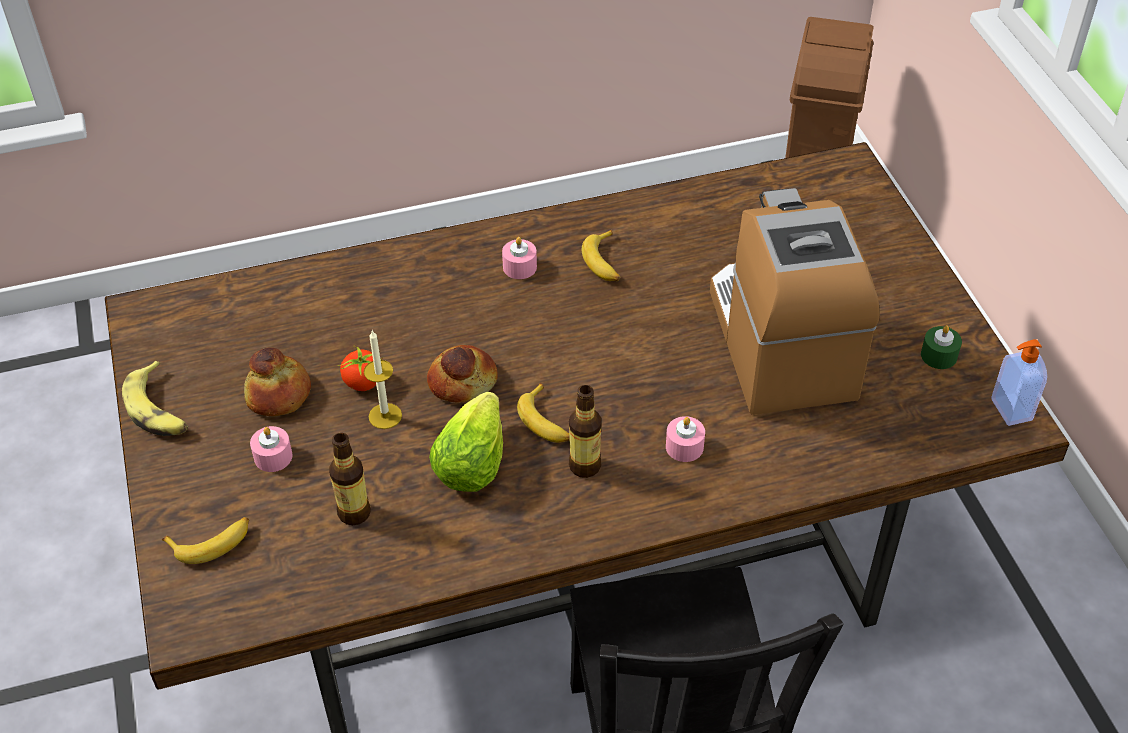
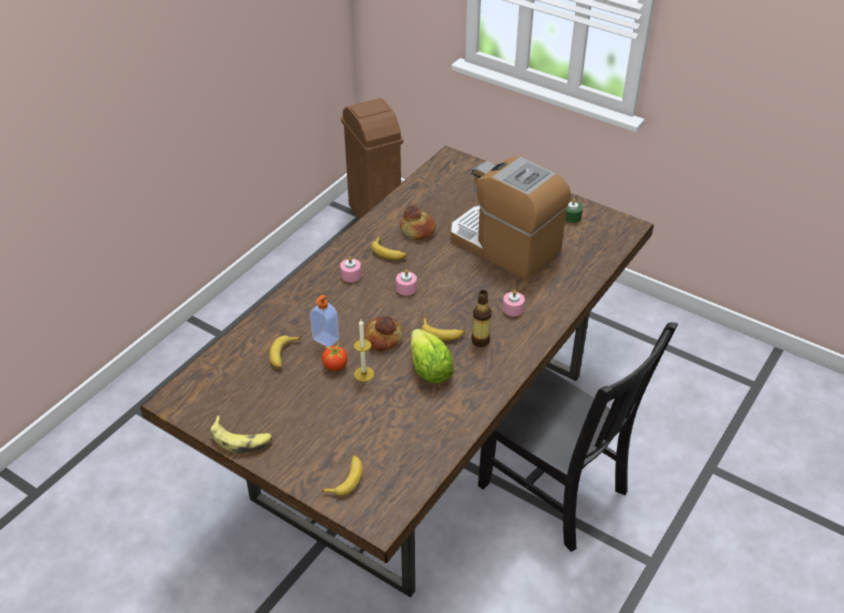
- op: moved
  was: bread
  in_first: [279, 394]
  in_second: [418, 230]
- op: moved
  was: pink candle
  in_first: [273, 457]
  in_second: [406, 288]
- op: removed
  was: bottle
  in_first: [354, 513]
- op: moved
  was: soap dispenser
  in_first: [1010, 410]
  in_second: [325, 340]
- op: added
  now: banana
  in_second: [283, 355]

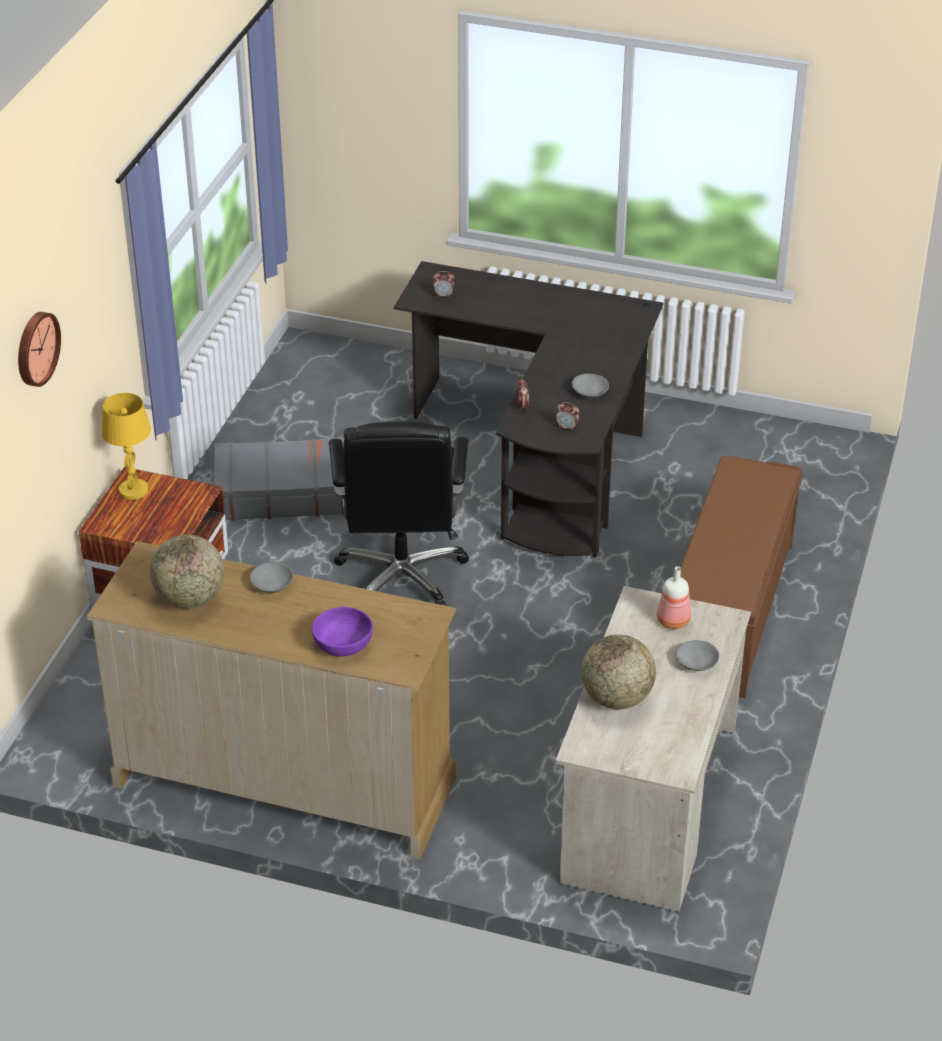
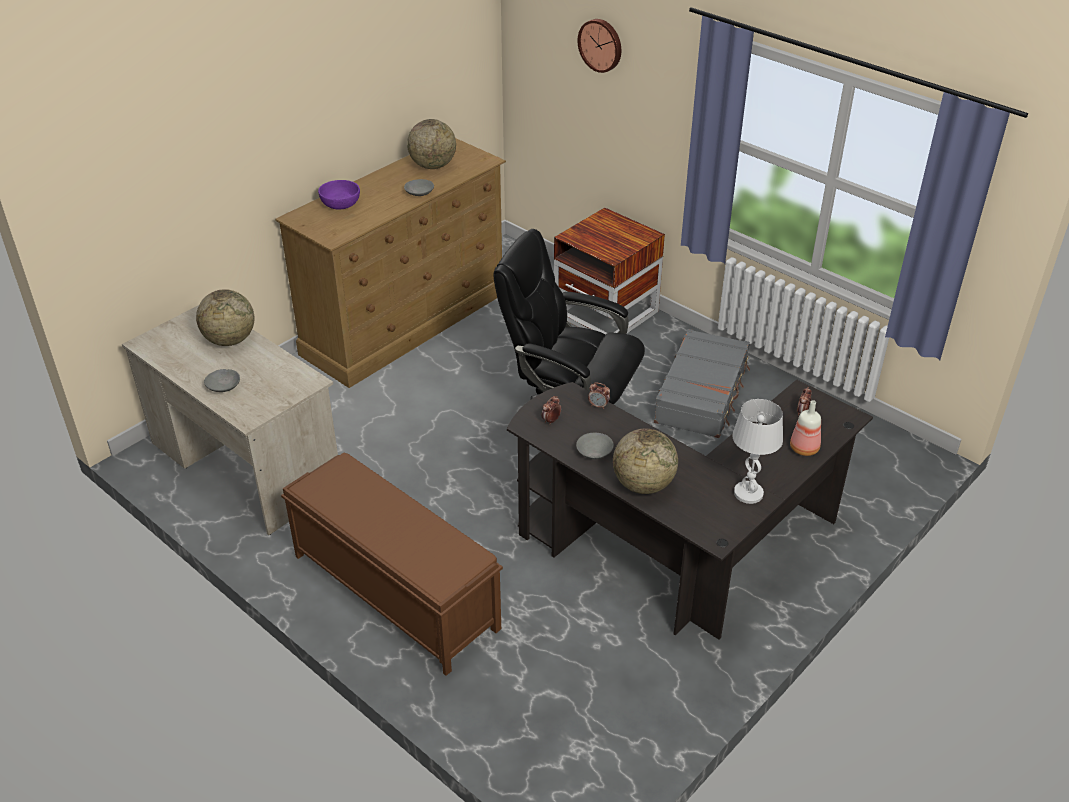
- op: removed
  was: yellow table lamp
  in_first: [133, 490]
- op: moved
  was: bottle
  in_first: [672, 621]
  in_second: [804, 448]
- op: added
  now: globe
  in_second: [643, 484]
- op: added
  now: white table lamp
  in_second: [748, 493]

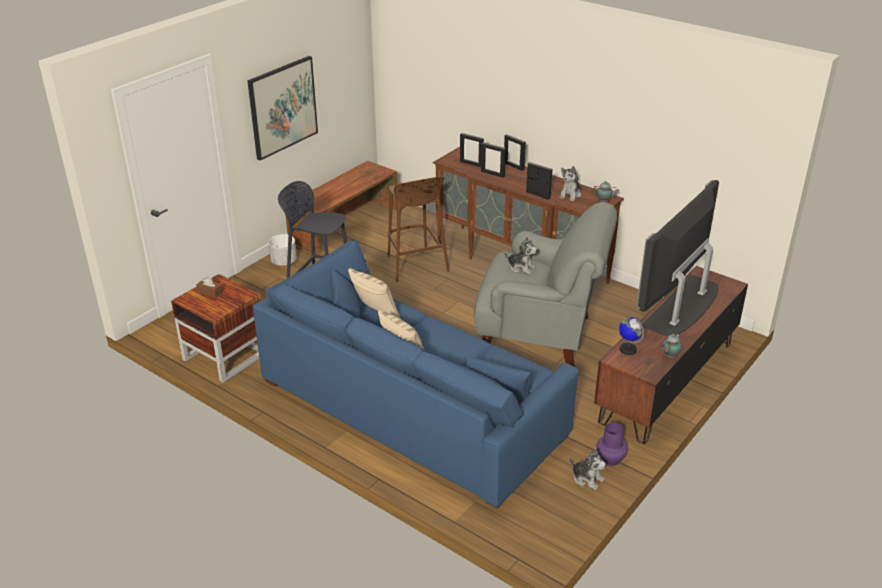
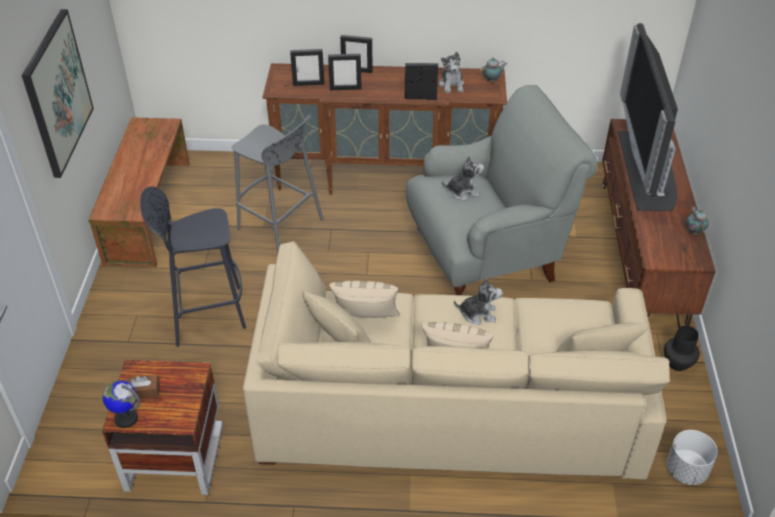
- op: recoloured
  was: blue sofa
  now: beige sofa
  in_first: [412, 407]
  in_second: [448, 407]
- op: moved
  was: white planter
  in_first: [283, 262]
  in_second: [686, 470]
- op: recoloured
  was: brown stool
  now: grey stool
  in_first: [415, 265]
  in_second: [279, 228]
- op: moved
  was: plush toy
  in_first: [587, 478]
  in_second: [478, 314]
- op: recoloured
  was: purple vase
  now: black vase
  in_first: [610, 459]
  in_second: [678, 363]
- op: moved
  was: globe
  in_first: [628, 349]
  in_second: [126, 418]

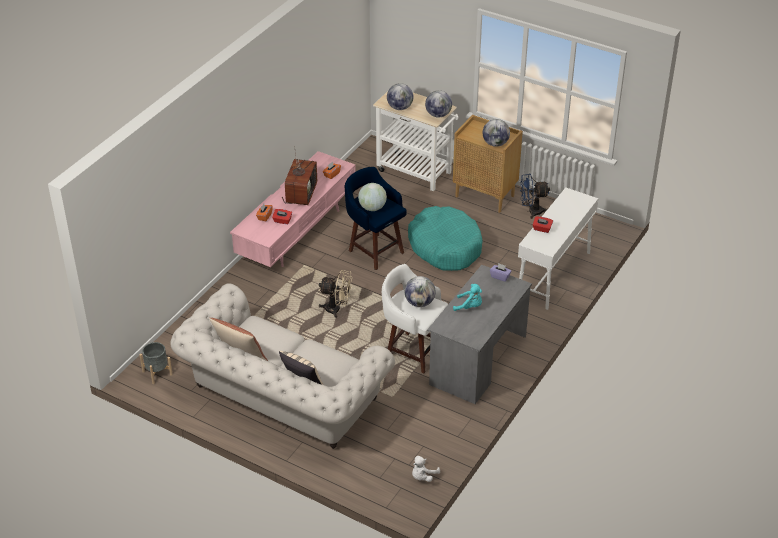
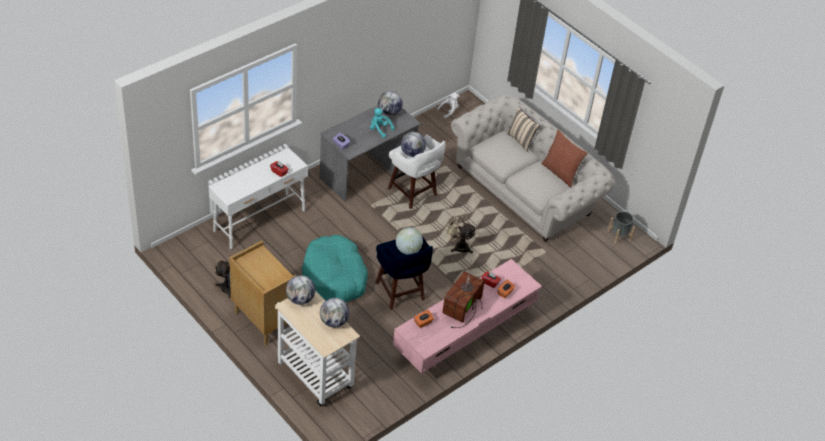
- op: moved
  was: globe
  in_first: [495, 144]
  in_second: [389, 112]

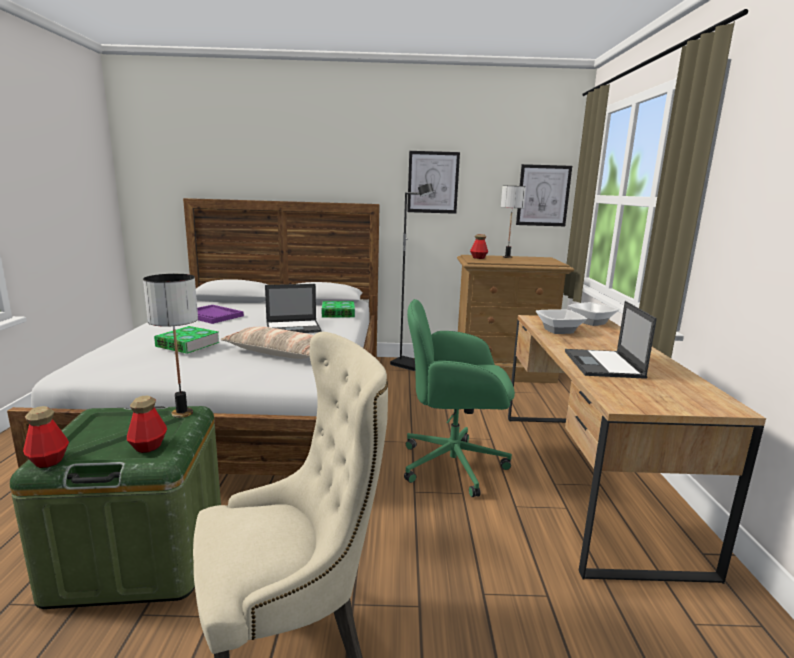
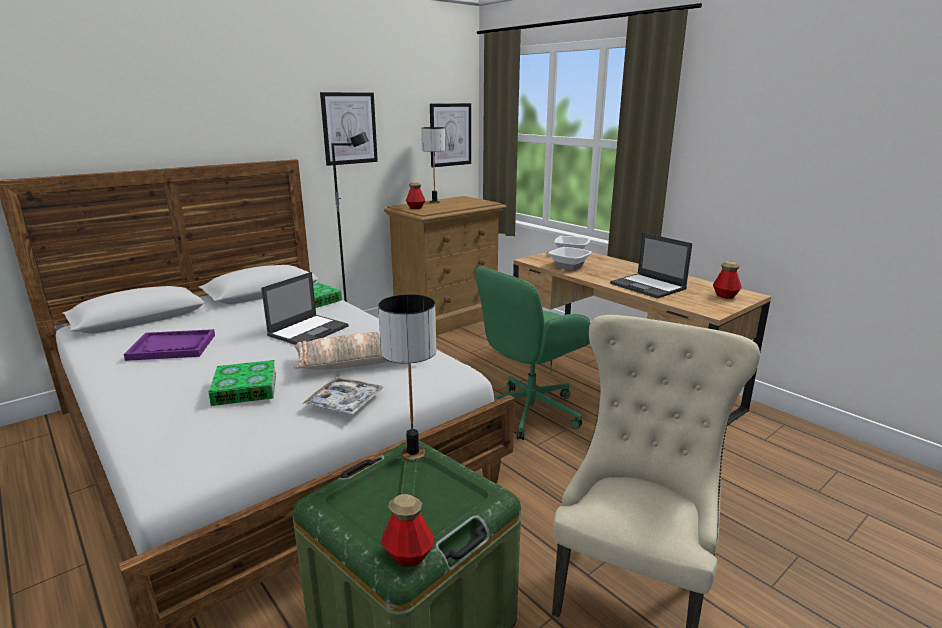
- op: moved
  was: bottle
  in_first: [148, 446]
  in_second: [725, 296]
- op: added
  now: tray
  in_second: [344, 402]

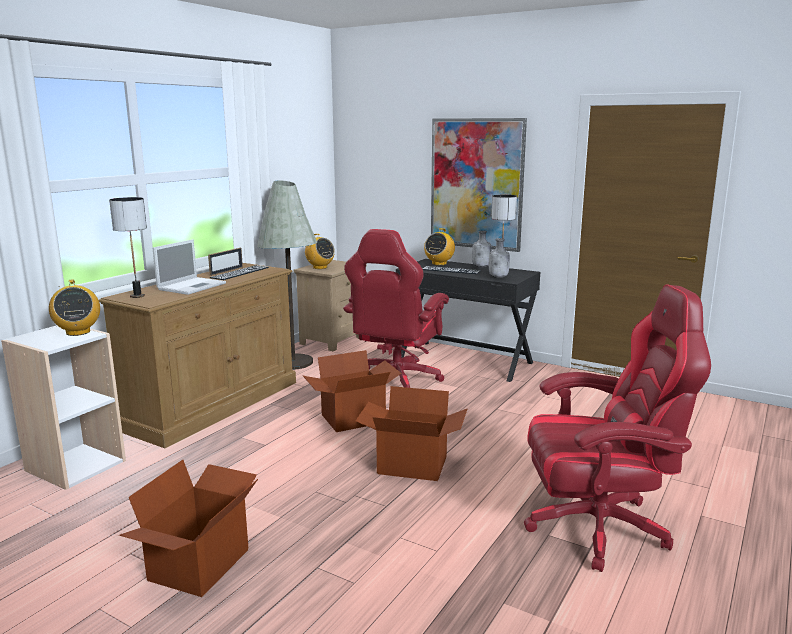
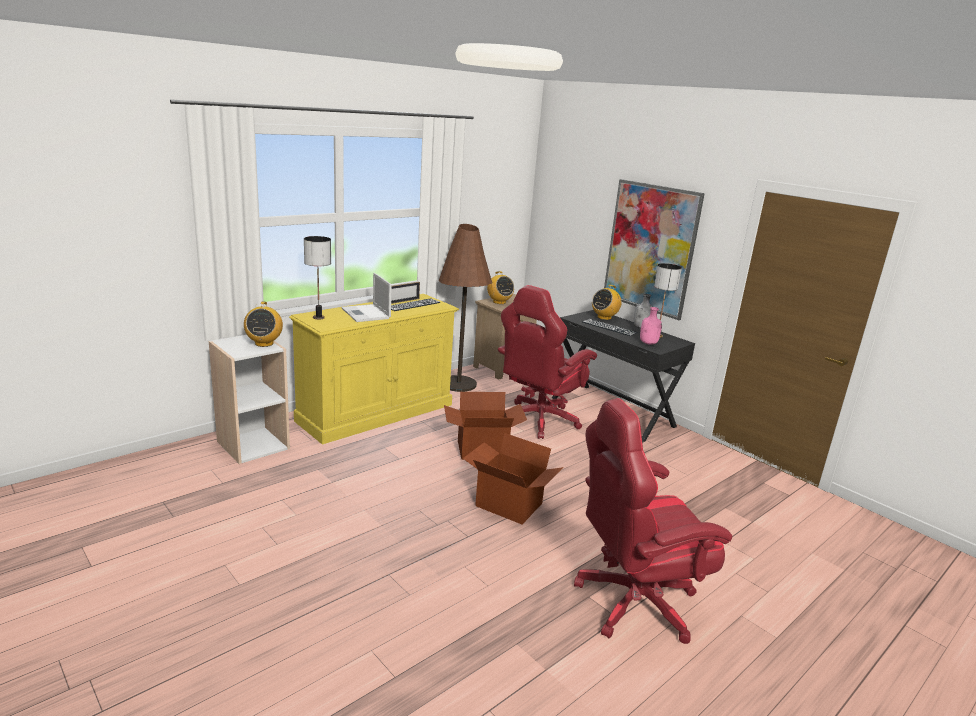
- op: recoloured
  was: brown cabinet
  now: yellow cabinet
  in_first: [215, 404]
  in_second: [377, 412]
- op: removed
  was: cardboard box
  in_first: [201, 565]
- op: turned
  was: laptop
  in_first: [192, 286]
  in_second: [366, 314]
  clockwise: 105
- op: recoloured
  was: grey floor lamp
  now: brown floor lamp
  in_first: [293, 362]
  in_second: [458, 384]
- op: recoloured
  was: grey bottle
  now: pink bottle
  in_first: [498, 277]
  in_second: [648, 343]
- op: turned
  was: red office chair
  in_first: [597, 527]
  in_second: [636, 601]
  clockwise: 150

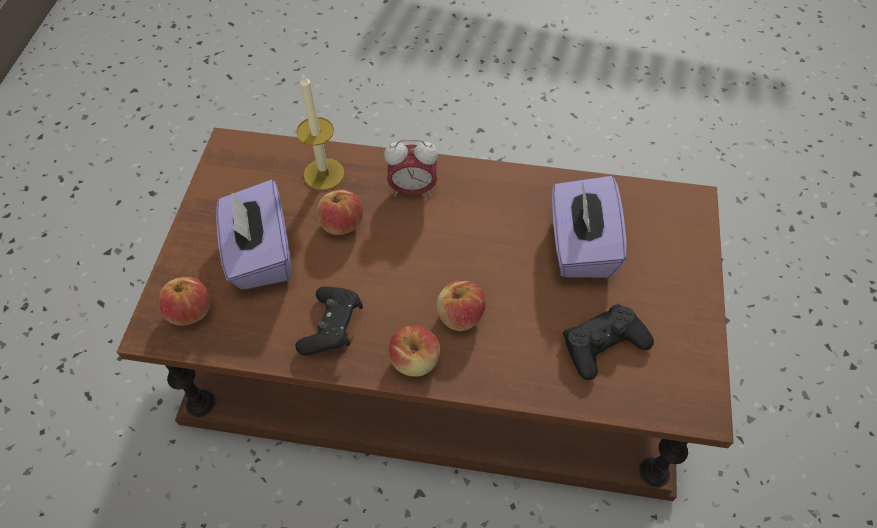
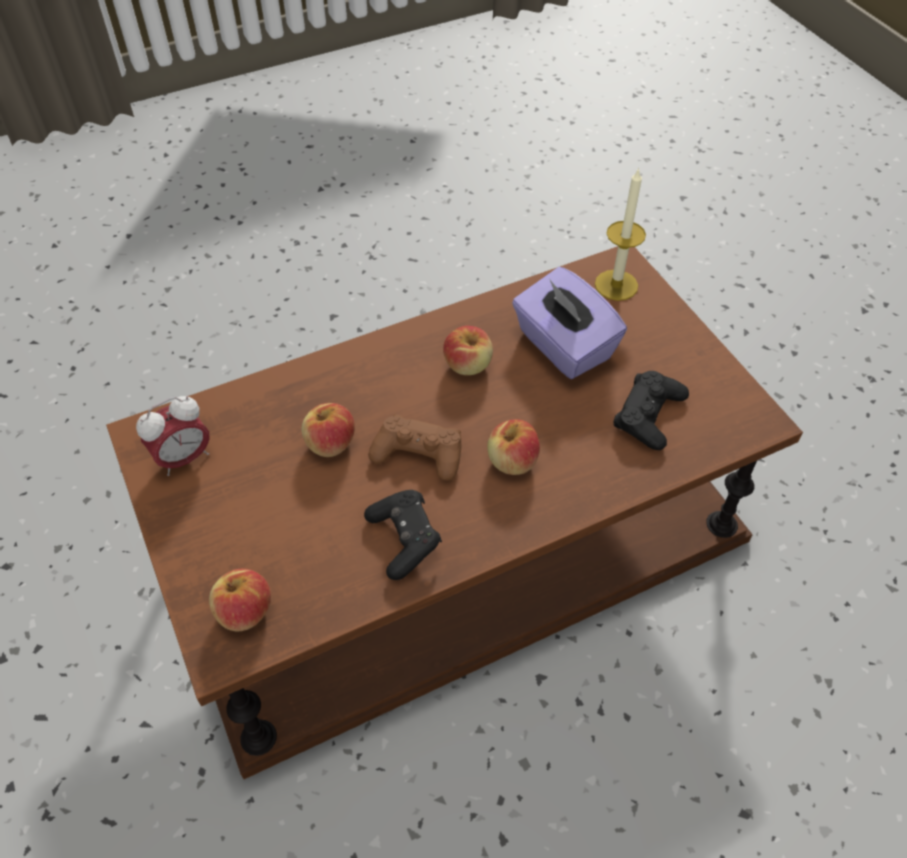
- op: removed
  was: purple tissue box
  in_first: [260, 254]
- op: moved
  was: candle
  in_first: [324, 174]
  in_second: [616, 285]
- op: moved
  was: alarm clock
  in_first: [412, 189]
  in_second: [184, 458]
- op: moved
  was: apple
  in_first: [415, 360]
  in_second: [468, 364]
- op: added
  now: brown game controller
  in_second: [418, 453]

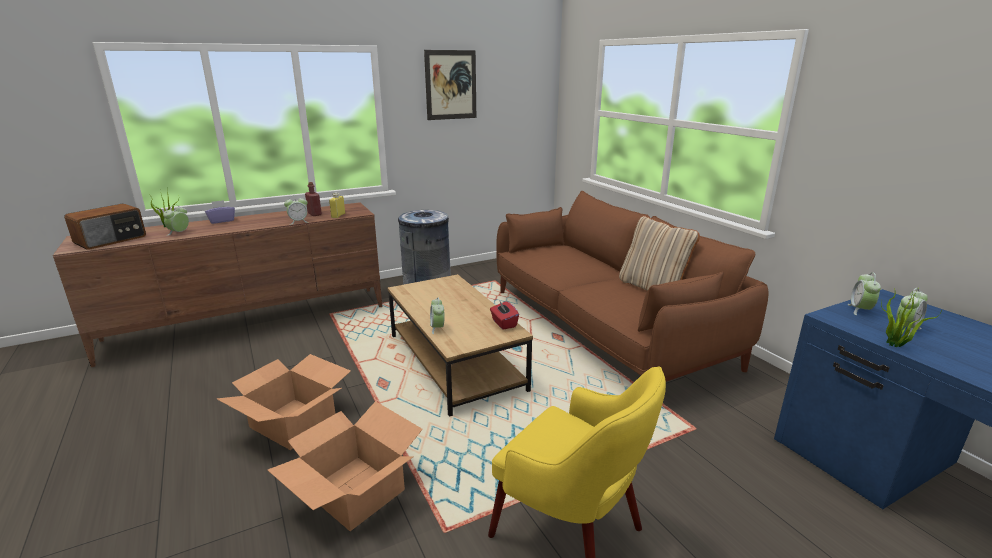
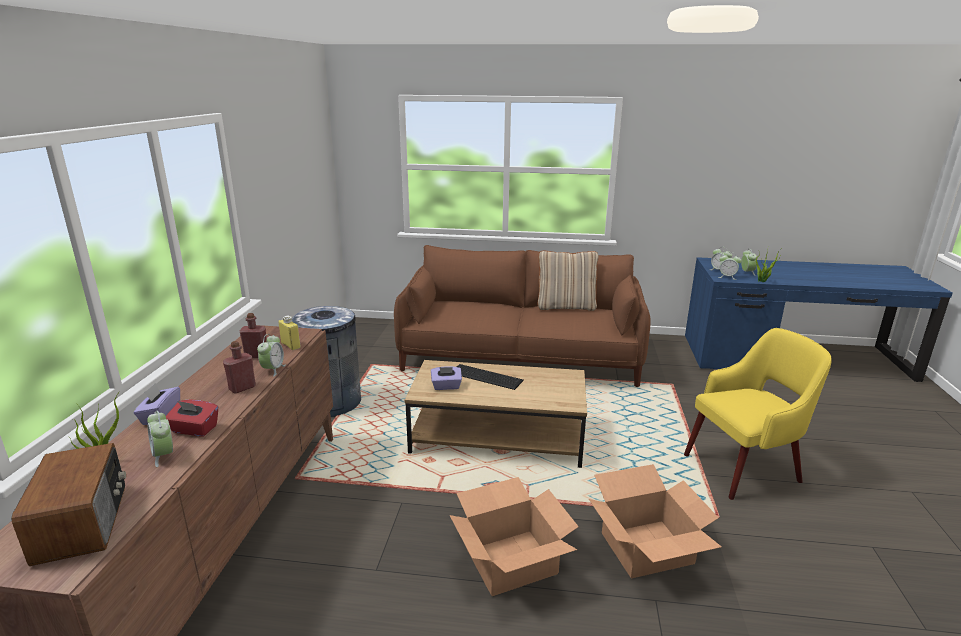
- op: removed
  was: picture
  in_first: [451, 85]
- op: moved
  was: alarm clock
  in_first: [437, 328]
  in_second: [727, 277]
- op: moved
  was: red tissue box
  in_first: [503, 323]
  in_second: [194, 429]
- op: added
  now: red bottle
  in_second: [242, 388]
- op: added
  now: purple tissue box
  in_second: [446, 386]
- op: added
  now: keyboard
  in_second: [486, 377]

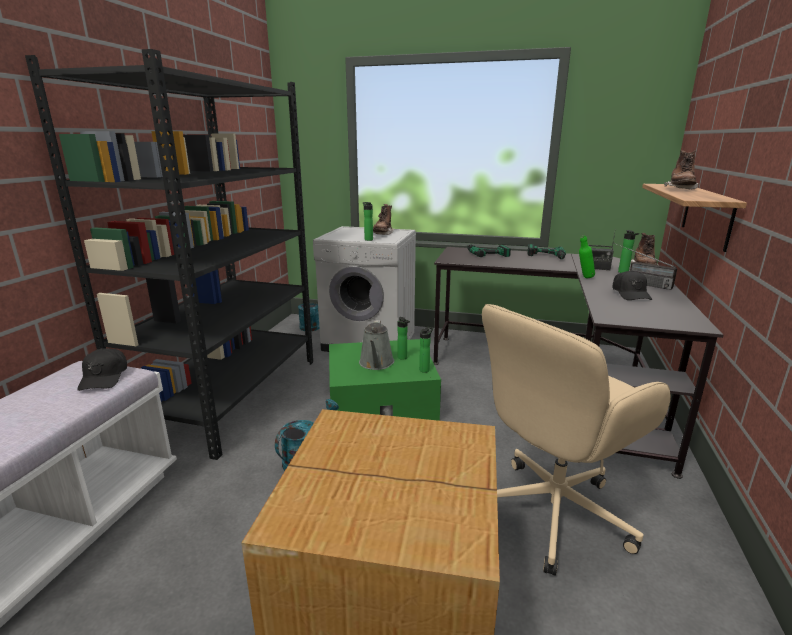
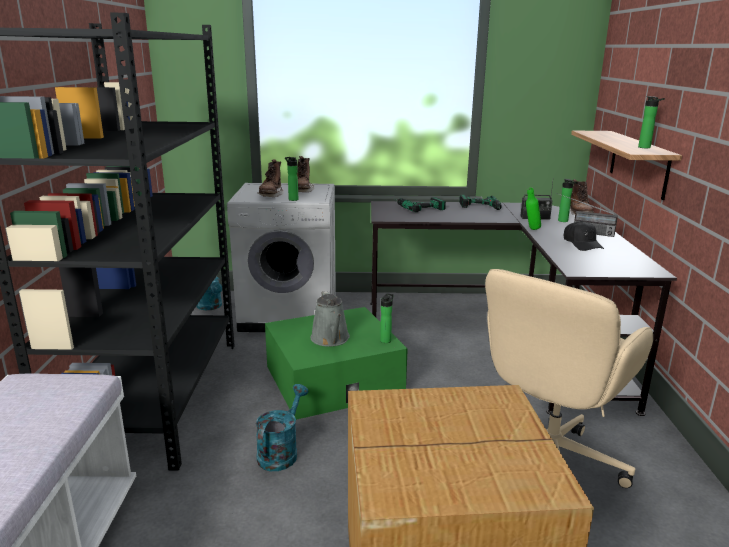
- op: removed
  was: black cap
  in_first: [104, 377]
- op: moved
  was: bottle
  in_first: [403, 358]
  in_second: [646, 147]
- op: moved
  was: brown boot
  in_first: [680, 189]
  in_second: [271, 195]

